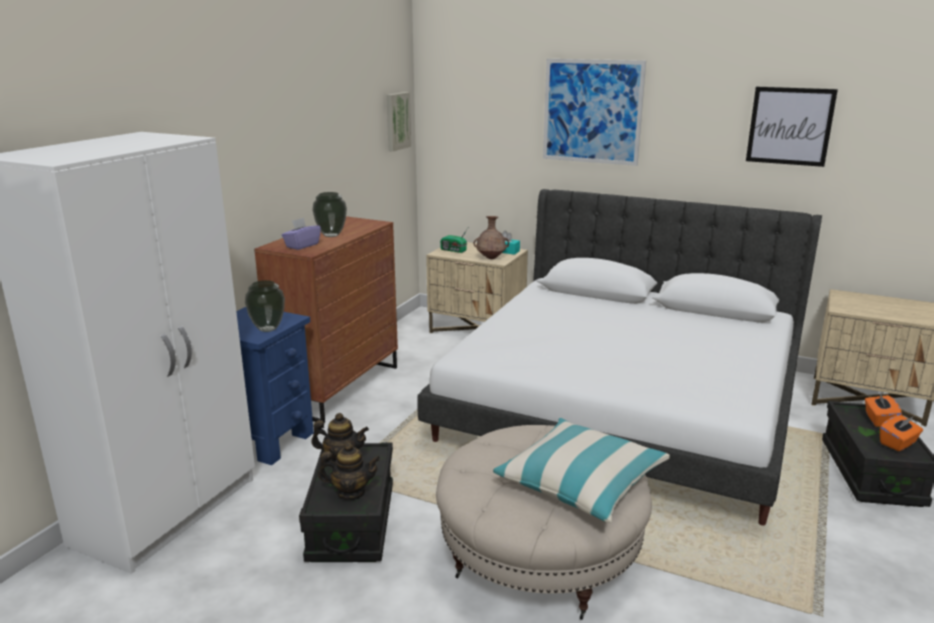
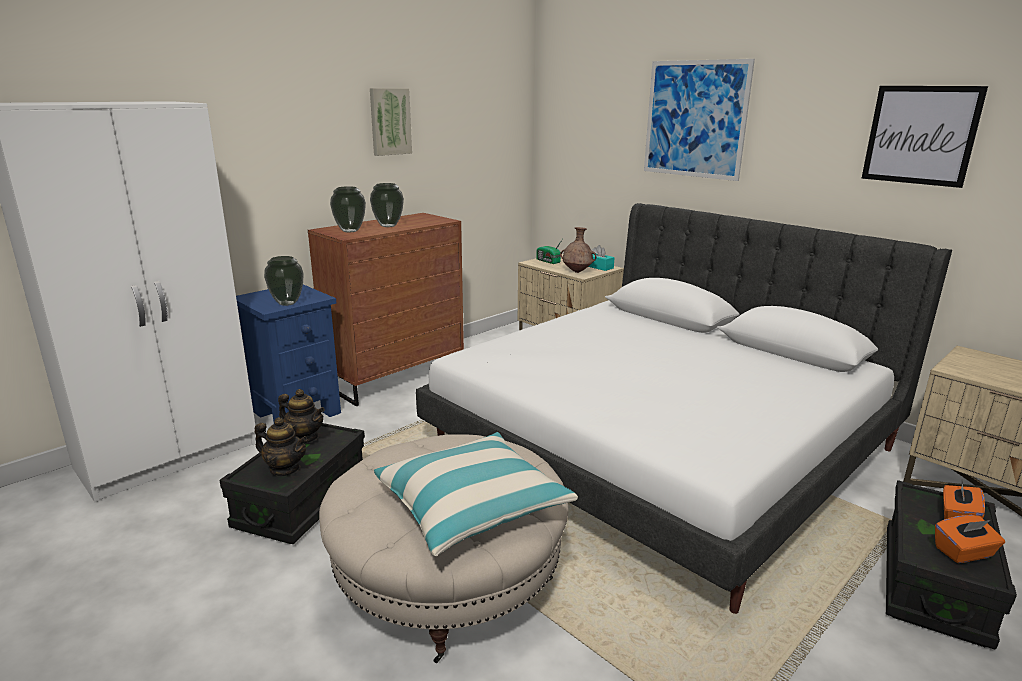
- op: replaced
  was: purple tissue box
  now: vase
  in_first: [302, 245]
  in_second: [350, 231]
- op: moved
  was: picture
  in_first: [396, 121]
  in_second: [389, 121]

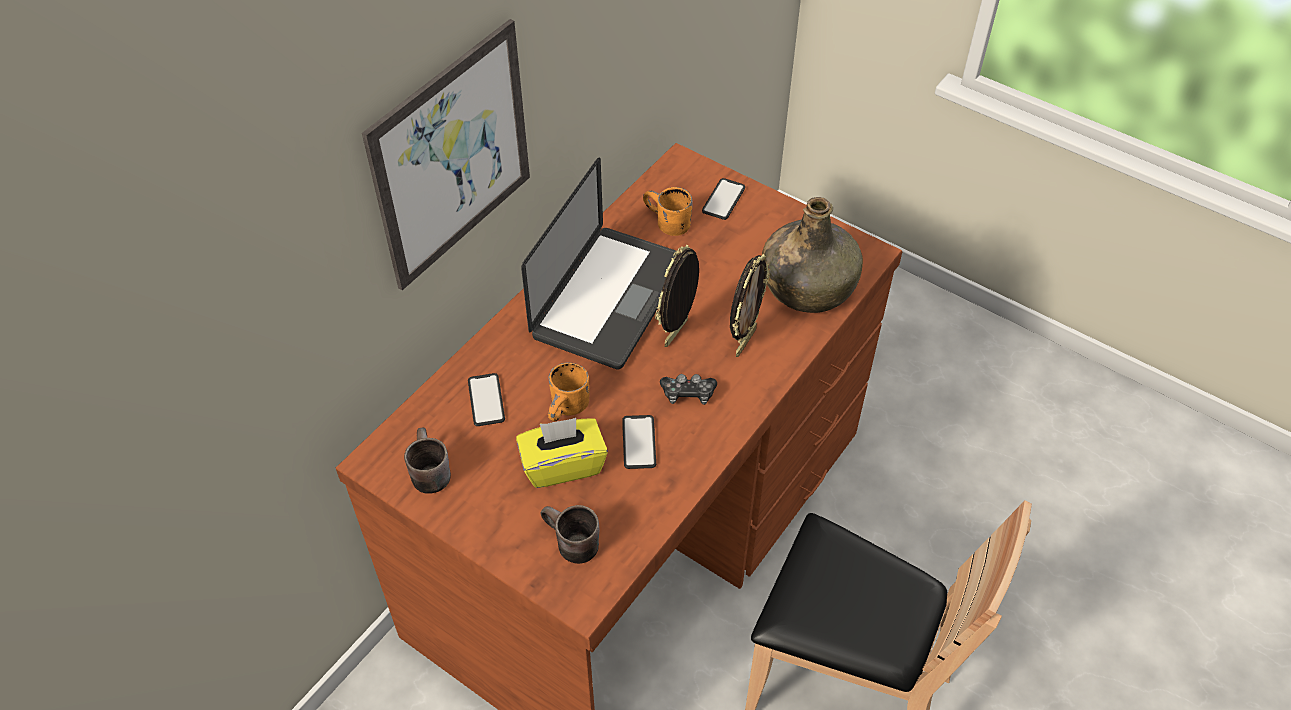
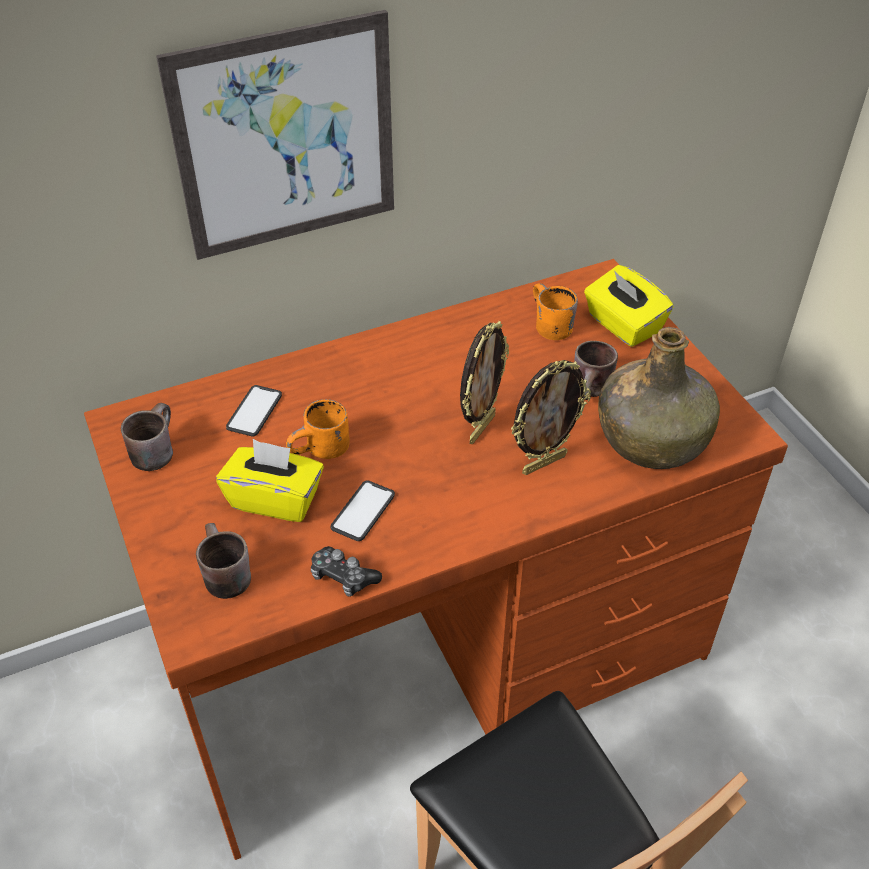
- op: removed
  was: laptop
  in_first: [609, 299]
- op: turned
  was: picture frame
  in_first: [677, 334]
  in_second: [480, 428]
  clockwise: 150
- op: moved
  was: game controller
  in_first: [688, 394]
  in_second: [343, 577]
- op: replaced
  was: phone
  now: yellow tissue box
  in_first: [723, 199]
  in_second: [623, 325]
- op: added
  now: brown mug
  in_second: [593, 391]

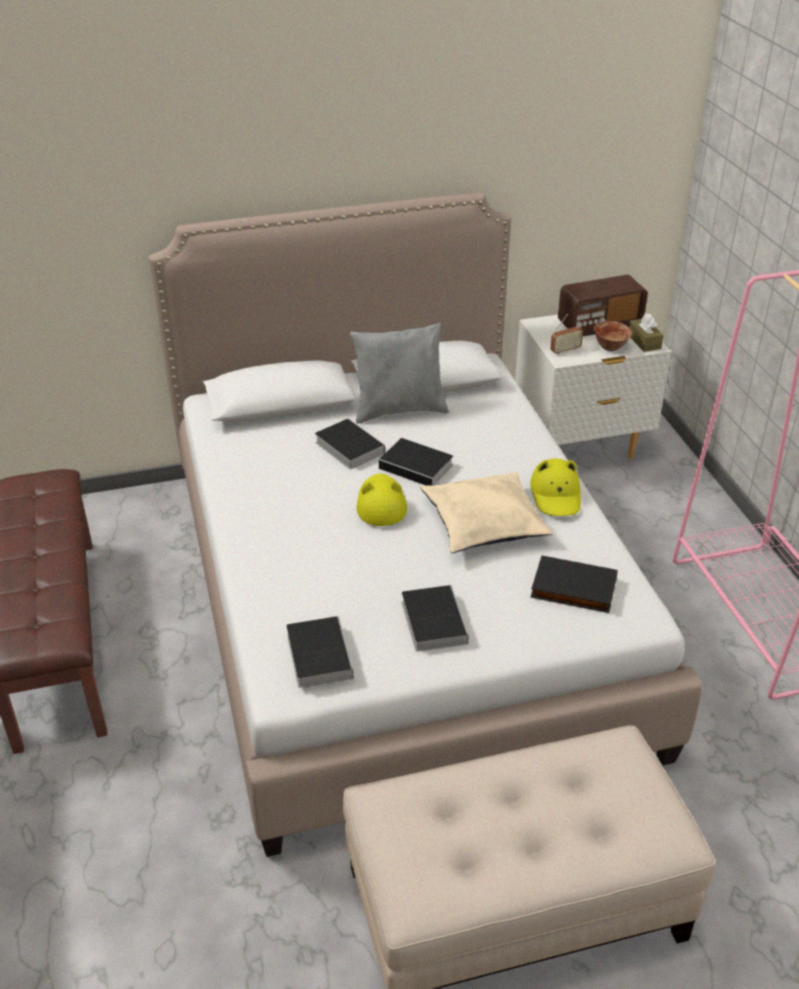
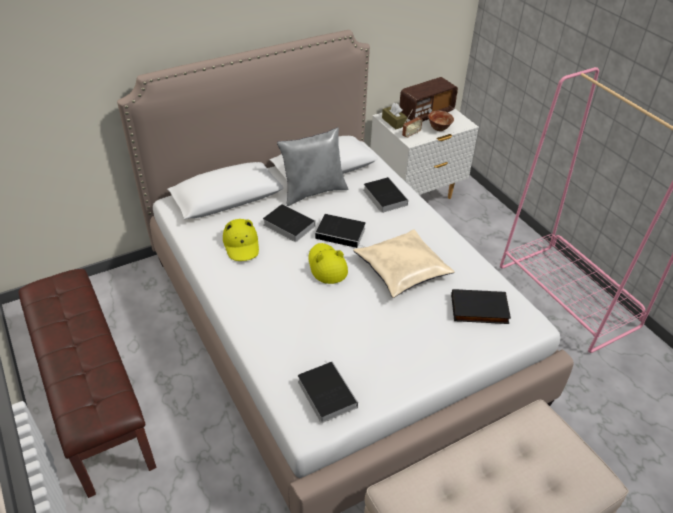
- op: moved
  was: book
  in_first: [432, 620]
  in_second: [384, 196]
- op: moved
  was: yellow hat
  in_first: [556, 495]
  in_second: [241, 244]
- op: moved
  was: brown tissue box
  in_first: [644, 341]
  in_second: [394, 122]

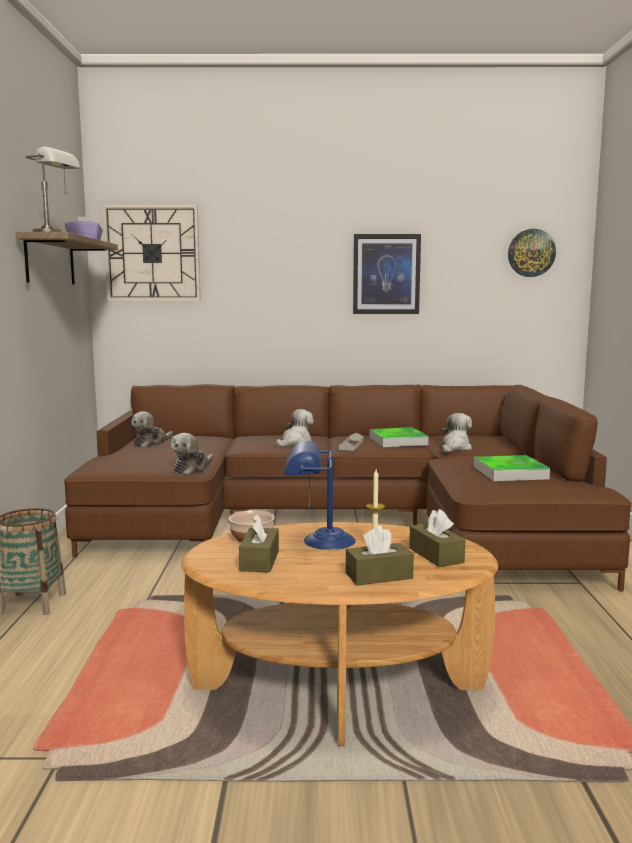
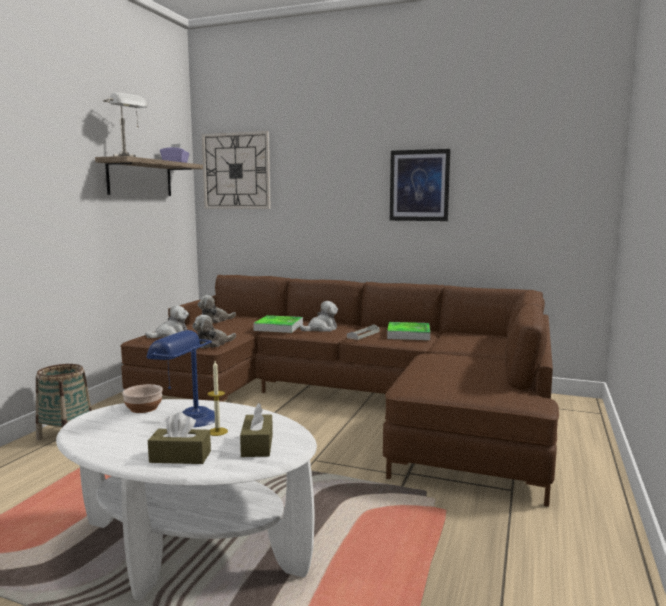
- op: recoloured
  was: brown coffee table
  now: white coffee table
  in_first: [338, 690]
  in_second: [191, 549]
- op: removed
  was: brown tissue box
  in_first: [259, 561]
- op: moved
  was: plush toy
  in_first: [455, 448]
  in_second: [170, 335]
- op: moved
  was: tray
  in_first: [510, 473]
  in_second: [278, 327]
- op: removed
  was: wall clock
  in_first: [531, 253]

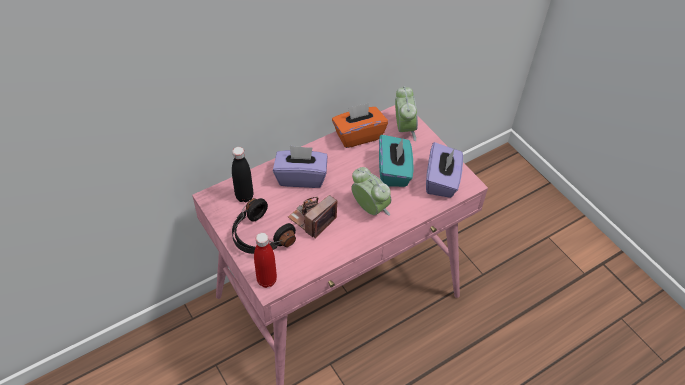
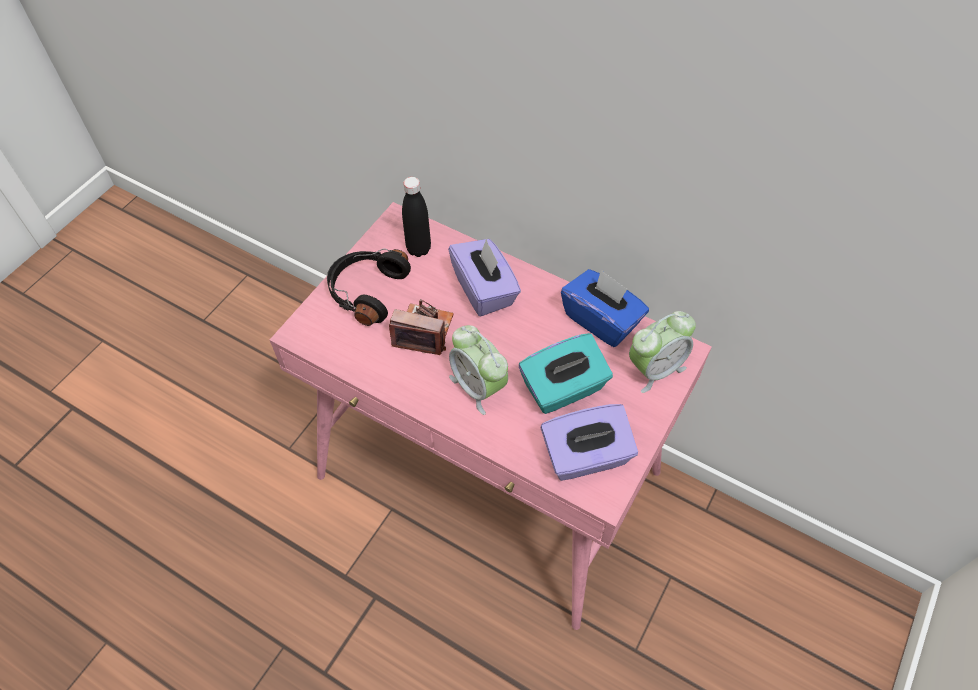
- op: removed
  was: red bottle
  in_first: [267, 280]
- op: recoloured
  was: orange tissue box
  now: blue tissue box
  in_first: [358, 135]
  in_second: [601, 320]
- op: turned
  was: alarm clock
  in_first: [369, 208]
  in_second: [478, 387]
  clockwise: 120

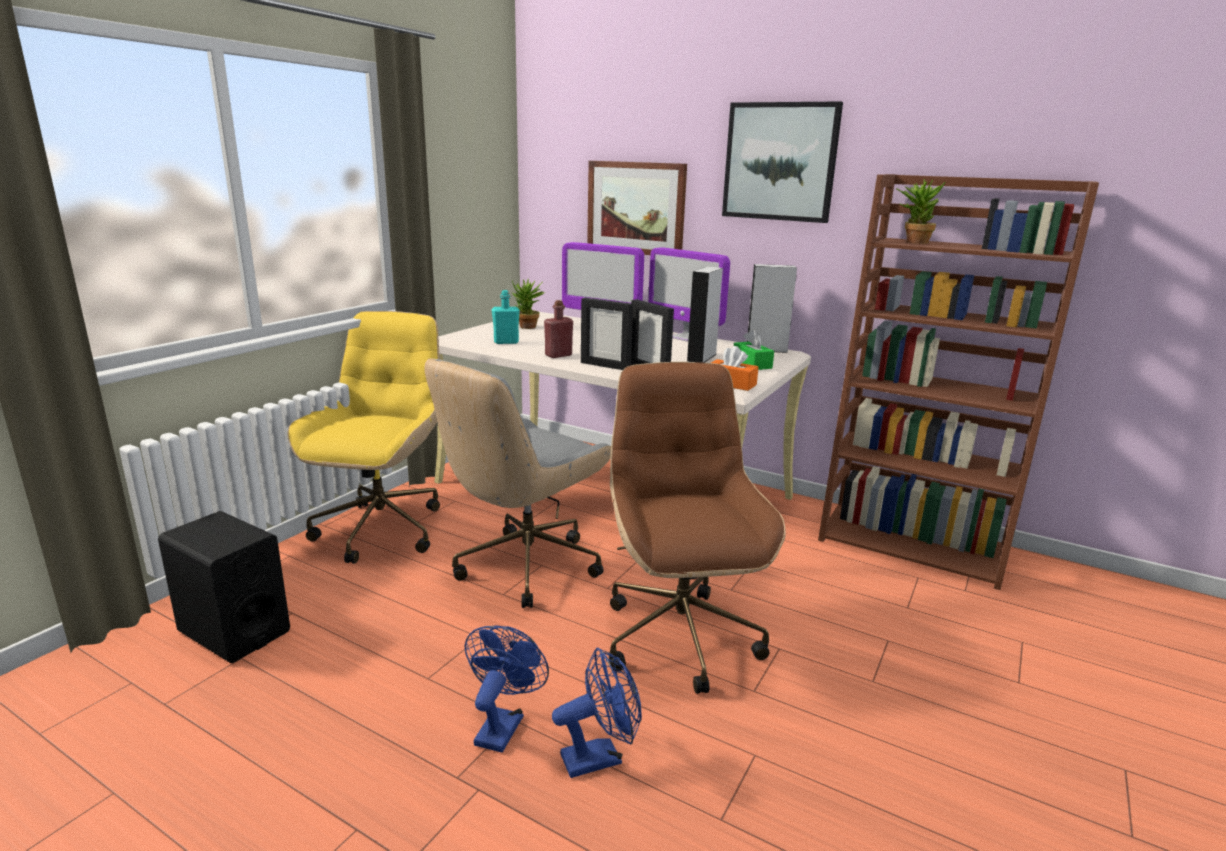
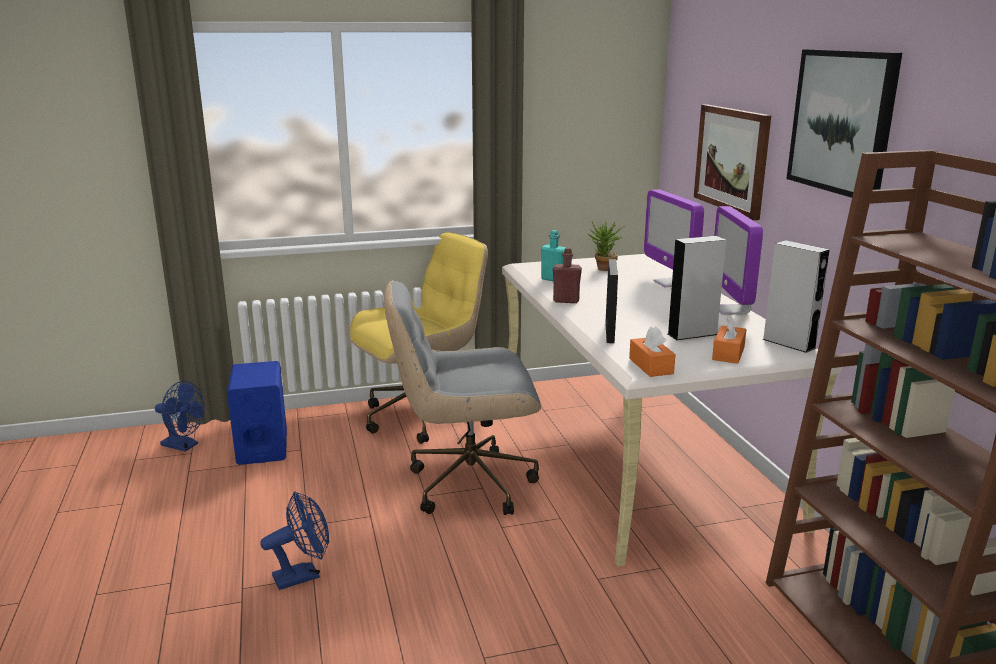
- op: recoloured
  was: black speaker
  now: blue speaker
  in_first: [234, 631]
  in_second: [262, 447]
- op: moved
  was: blue fan
  in_first: [600, 757]
  in_second: [184, 446]
- op: removed
  was: picture frame
  in_first: [606, 365]
- op: removed
  was: brown office chair
  in_first: [678, 634]
- op: recoloured
  was: green tissue box
  now: orange tissue box
  in_first: [752, 364]
  in_second: [728, 353]
- op: removed
  was: potted plant
  in_first: [912, 242]

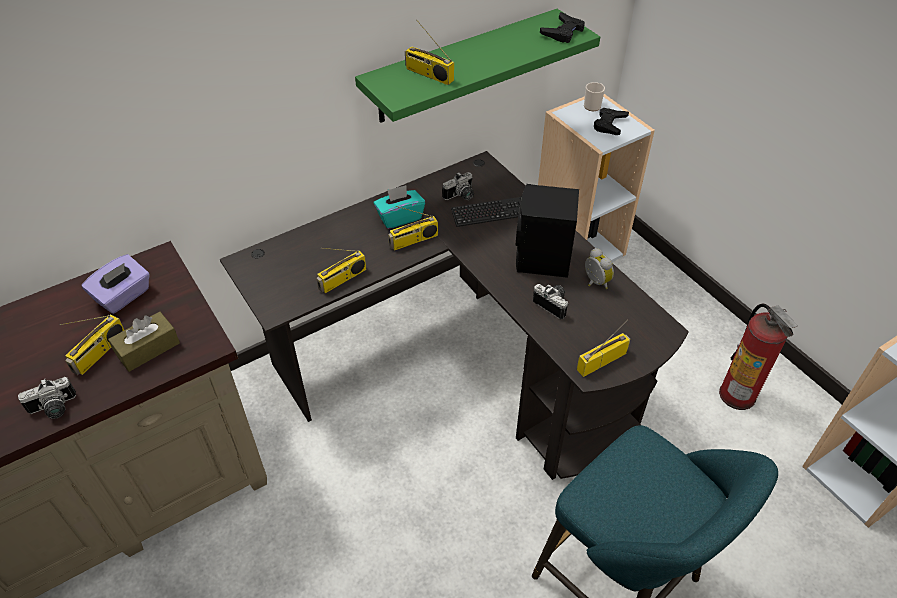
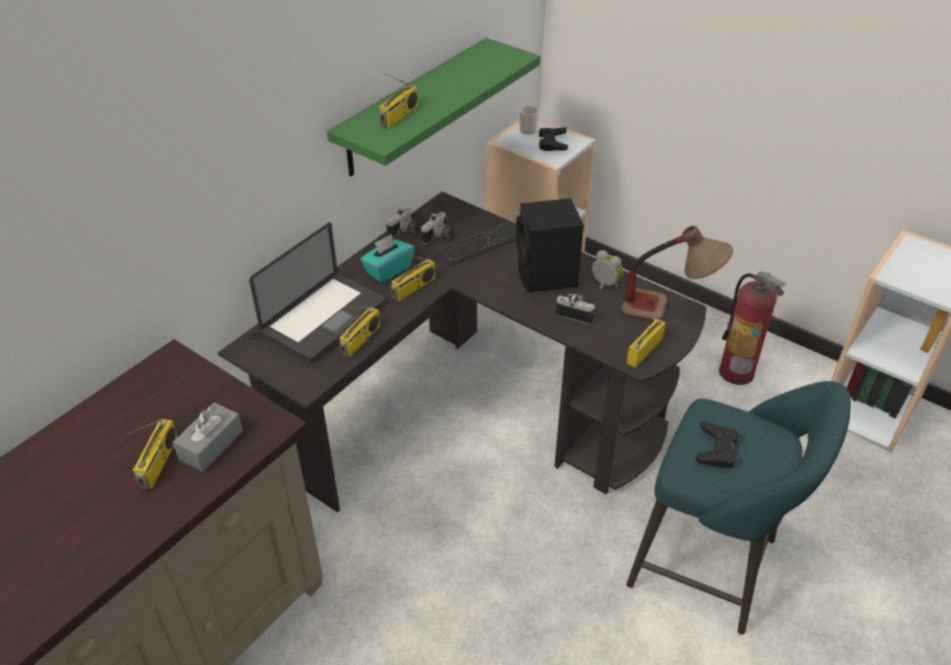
- op: moved
  was: photo camera
  in_first: [53, 409]
  in_second: [406, 232]
- op: removed
  was: purple tissue box
  in_first: [123, 296]
- op: recoloured
  was: brown tissue box
  now: grey tissue box
  in_first: [148, 349]
  in_second: [211, 445]
- op: turned
  was: radio
  in_first: [428, 74]
  in_second: [399, 116]
  clockwise: -75
- op: moved
  was: black game controller
  in_first: [563, 32]
  in_second: [717, 449]
- op: added
  now: laptop
  in_second: [324, 318]
- op: added
  now: table lamp
  in_second: [669, 311]

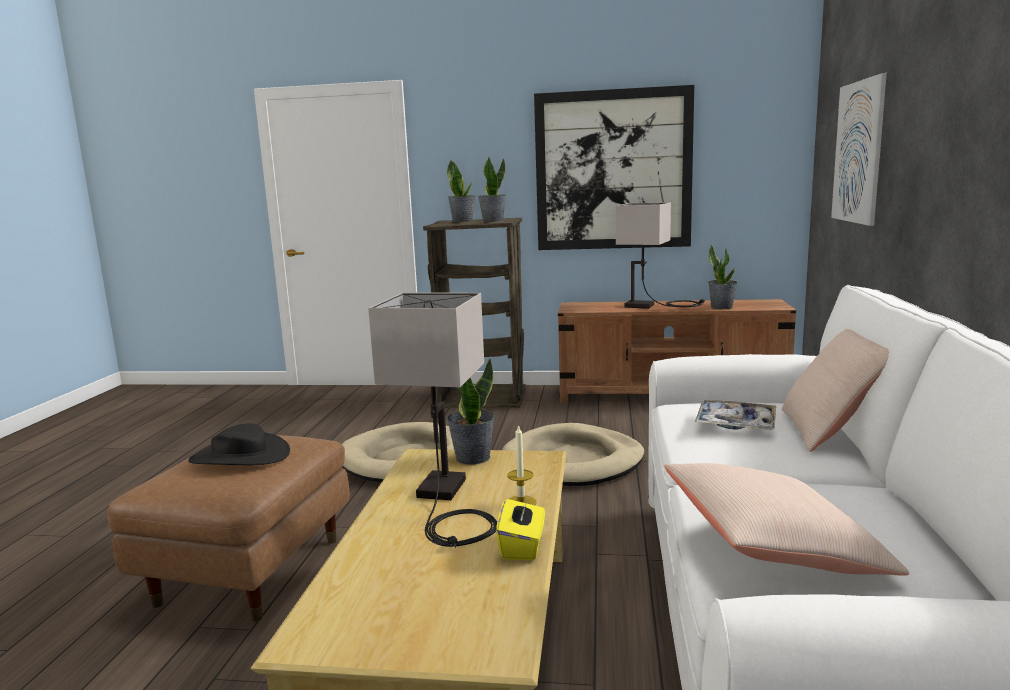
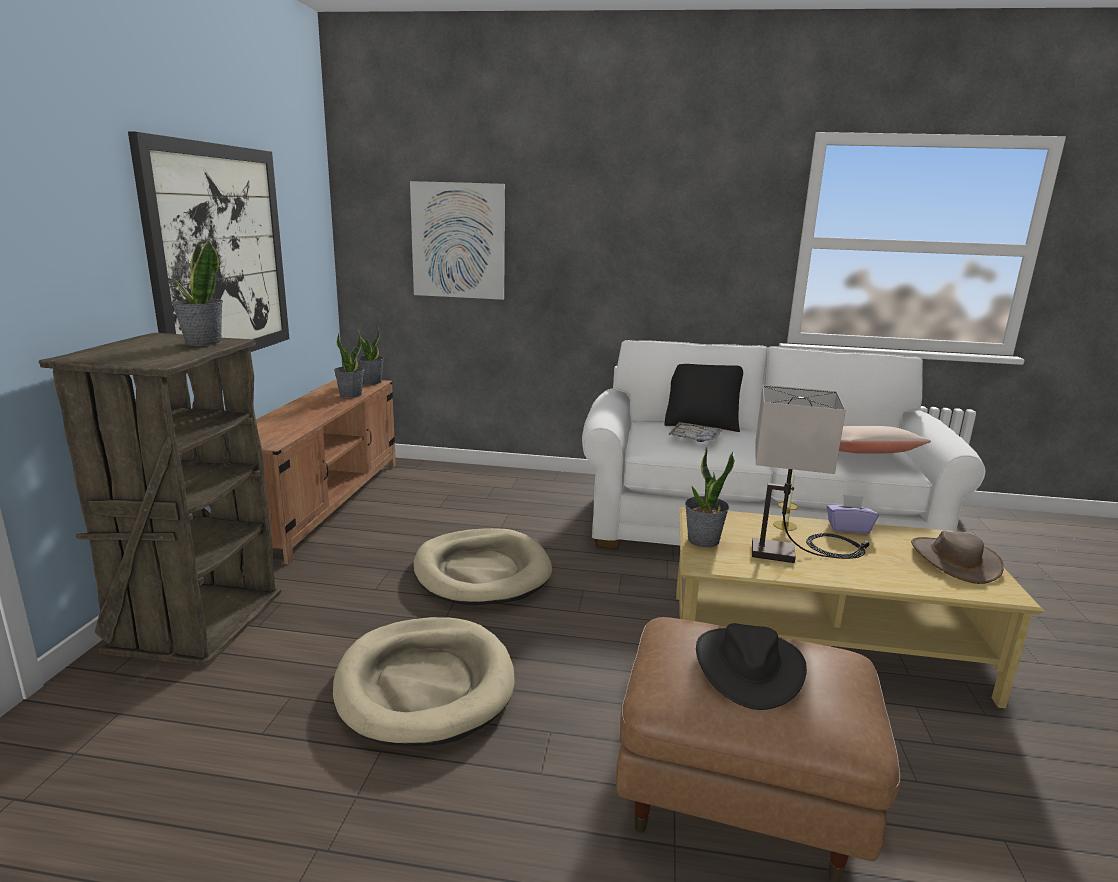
- op: moved
  was: potted plant
  in_first: [463, 221]
  in_second: [371, 382]
- op: recoloured
  was: yellow tissue box
  now: purple tissue box
  in_first: [522, 547]
  in_second: [848, 528]
- op: removed
  was: table lamp
  in_first: [658, 305]
- op: recoloured
  was: beige pillow
  now: black pillow
  in_first: [831, 430]
  in_second: [701, 423]
- op: added
  now: brown hat
  in_second: [954, 560]

